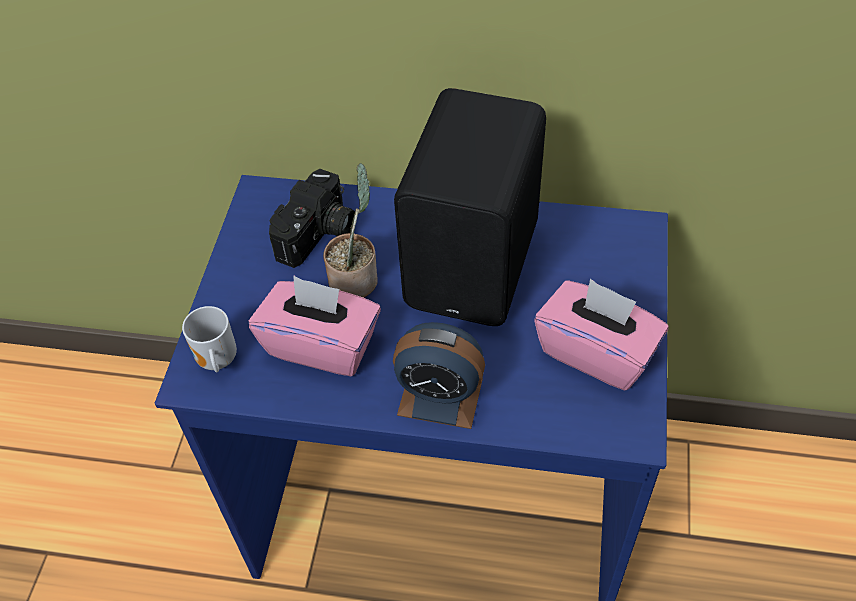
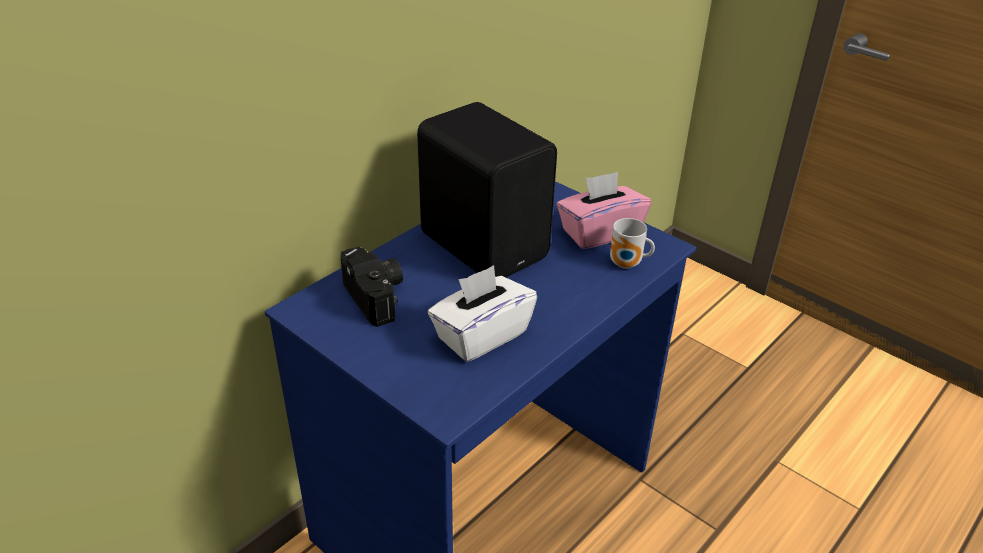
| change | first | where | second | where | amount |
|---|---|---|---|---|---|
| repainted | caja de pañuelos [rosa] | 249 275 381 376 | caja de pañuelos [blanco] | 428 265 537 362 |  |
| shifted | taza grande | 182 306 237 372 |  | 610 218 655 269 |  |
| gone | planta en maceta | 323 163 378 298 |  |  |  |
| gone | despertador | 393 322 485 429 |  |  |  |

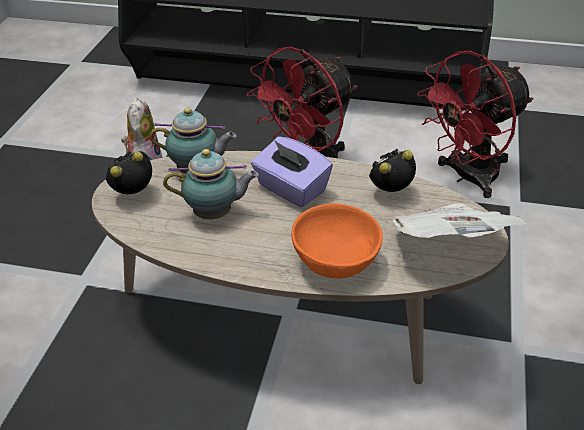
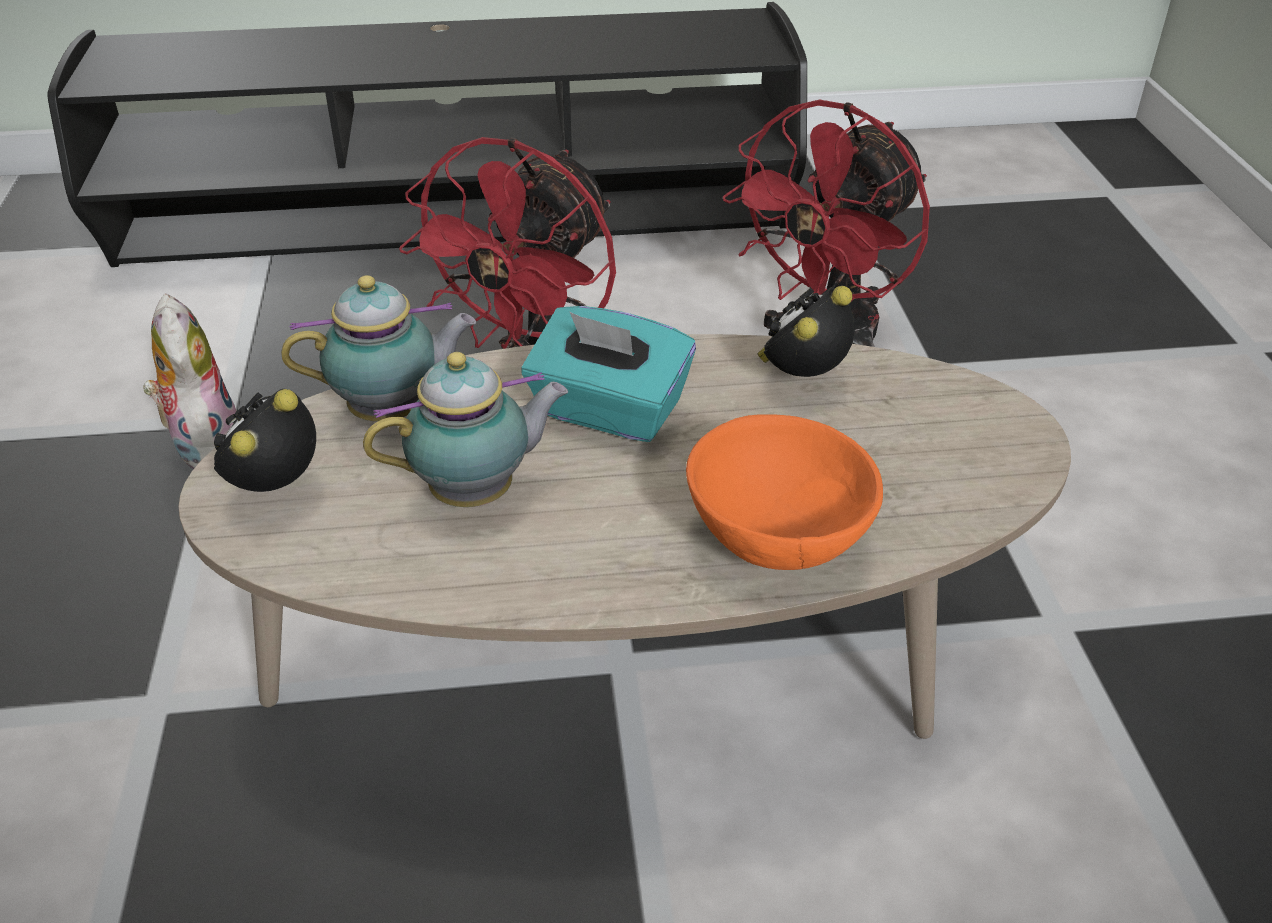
| change | first | where | second | where | amount |
|---|---|---|---|---|---|
| repainted | caja de pañuelos [morado] | 251 137 333 207 | caja de pañuelos [turquesa] | 521 306 696 442 |  |
| gone | periódico | 393 203 526 238 |  |  |  |

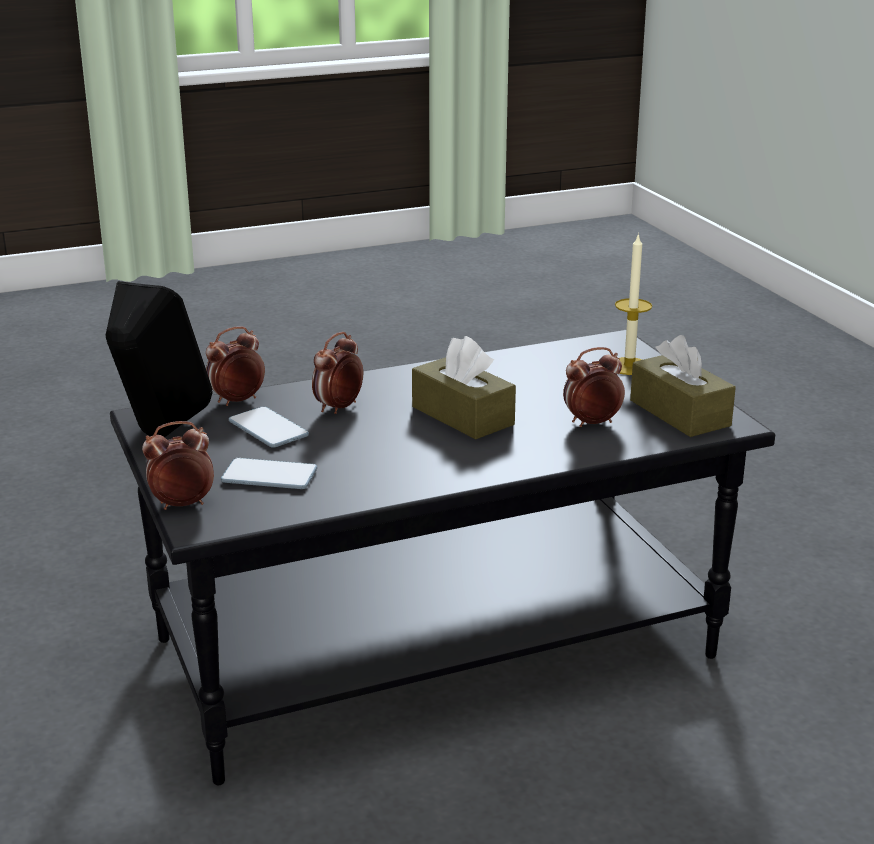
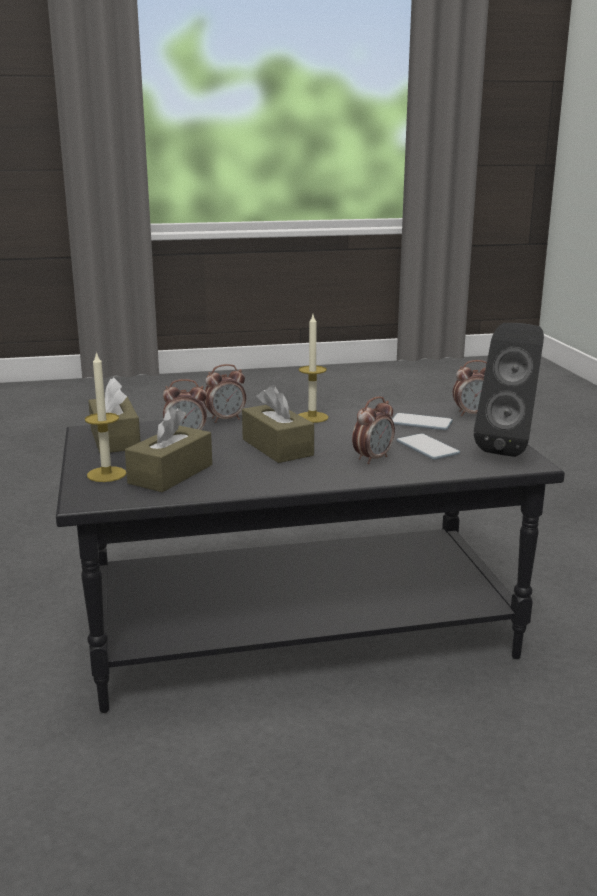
| change | first | where | second | where | amount |
|---|---|---|---|---|---|
| new |  |  | caja de pañuelos [marrón] | 125 407 212 492 |  |
| shifted | despertador | 206 326 265 406 |  | 204 364 246 423 |  |
| new |  |  | vela | 298 315 329 423 |  |

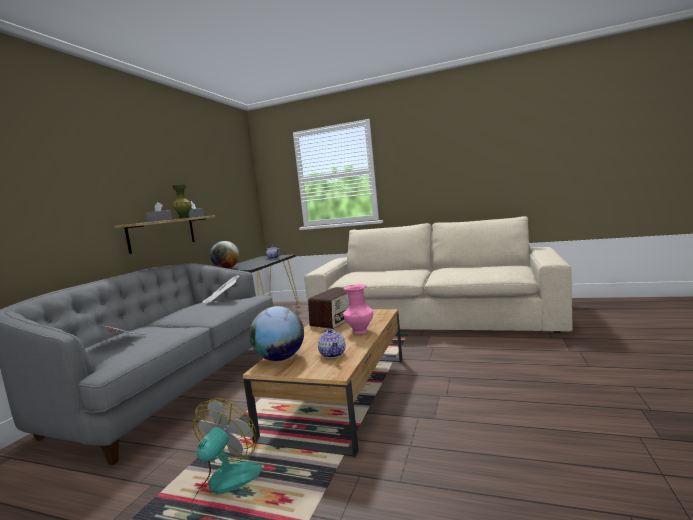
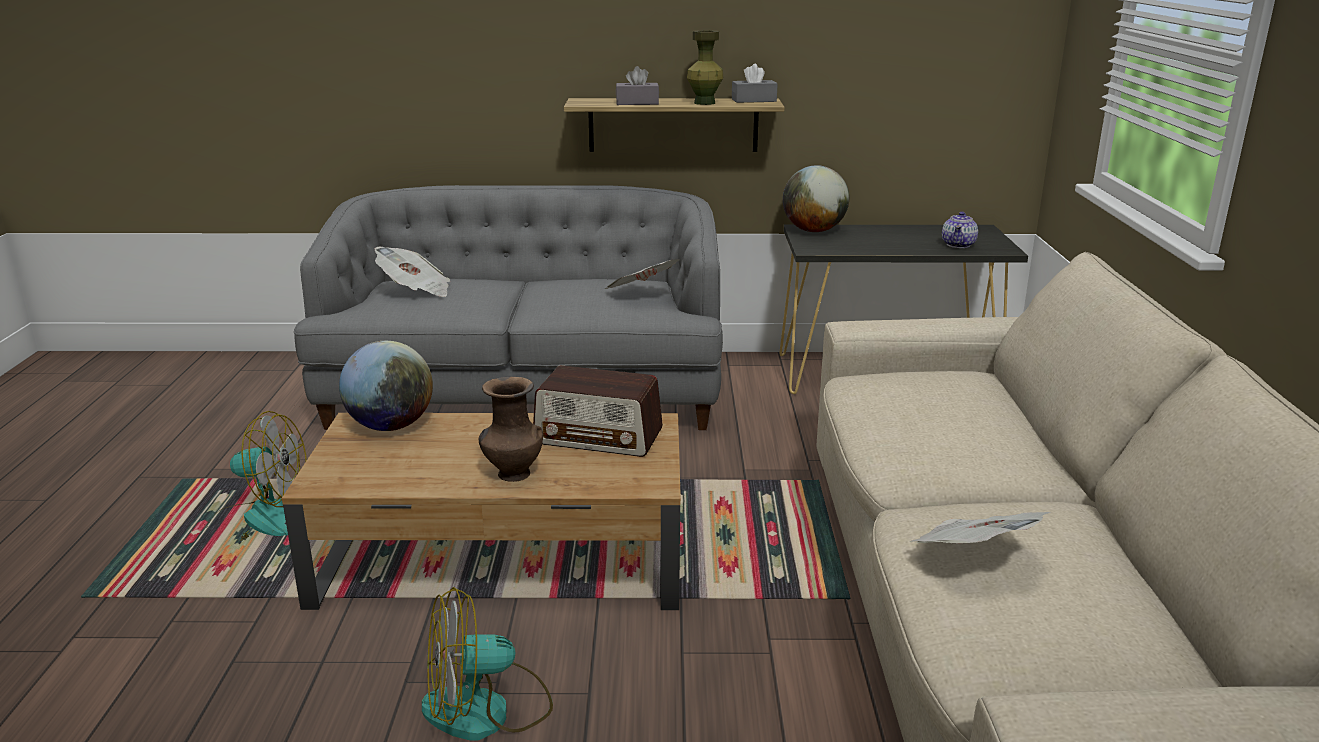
| change | first | where | second | where | amount |
|---|---|---|---|---|---|
| new |  |  | ventilador | 422 587 553 740 |  |
| repainted | florero [rosa] | 343 284 373 334 | florero [marrón] | 479 377 543 482 |  |
| new |  |  | periódico | 909 512 1051 543 |  |
| gone | tetera | 318 329 346 358 |  |  |  |

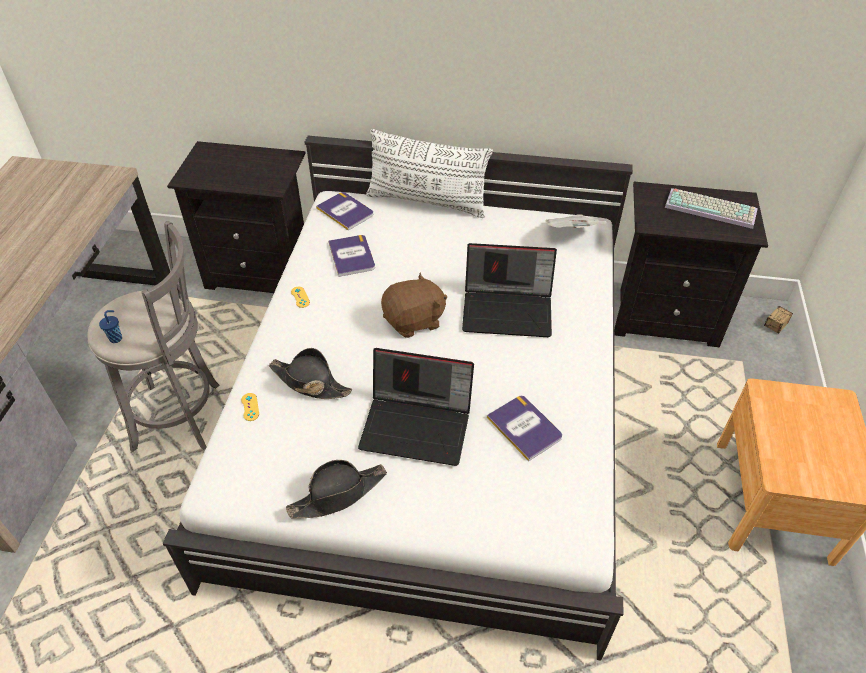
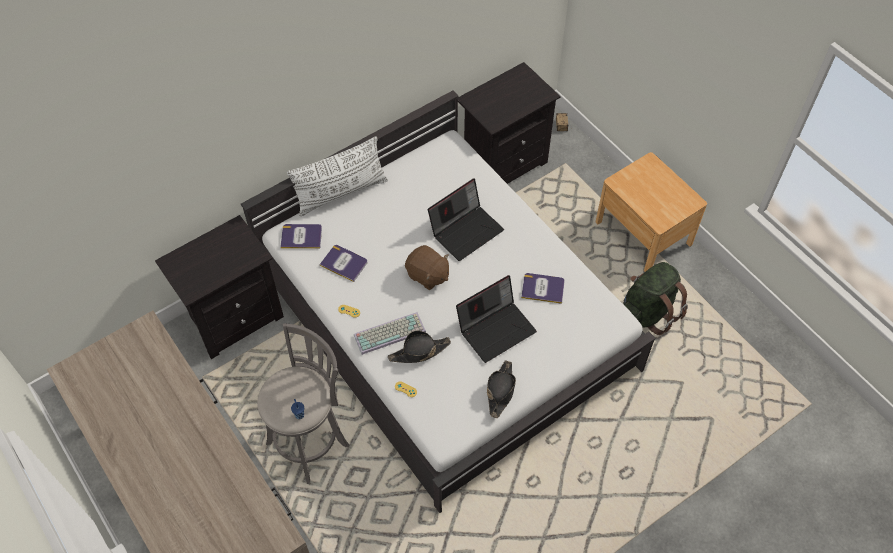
| change | first | where | second | where | amount |
|---|---|---|---|---|---|
| shifted | teclado | 665 188 758 229 |  | 354 312 426 355 |  |
| rotated | peluche [marrón] | 381 273 447 338 |  | 405 245 449 290 | 105 degrees clockwise |
| new |  |  | mochila [verde] | 623 262 688 335 |  |
| gone | periódico | 545 214 607 228 |  |  |  |

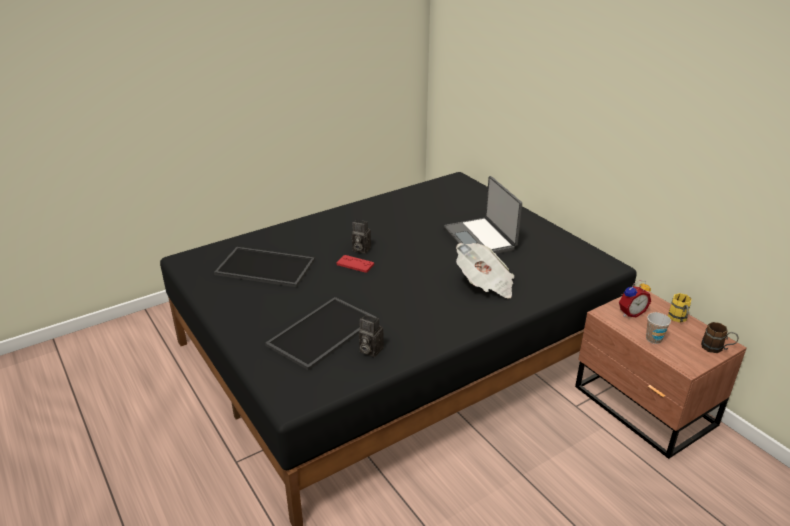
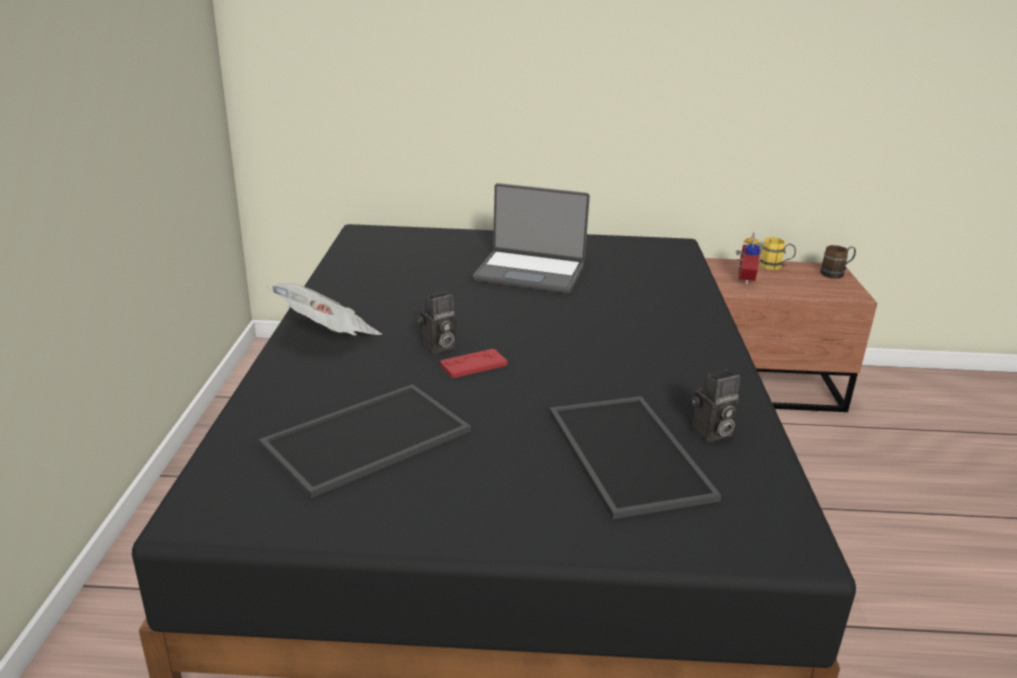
| change | first | where | second | where | amount |
|---|---|---|---|---|---|
| shifted | periódico | 456 243 514 299 |  | 267 283 382 336 |  |
| gone | taza | 646 312 671 344 |  |  |  |

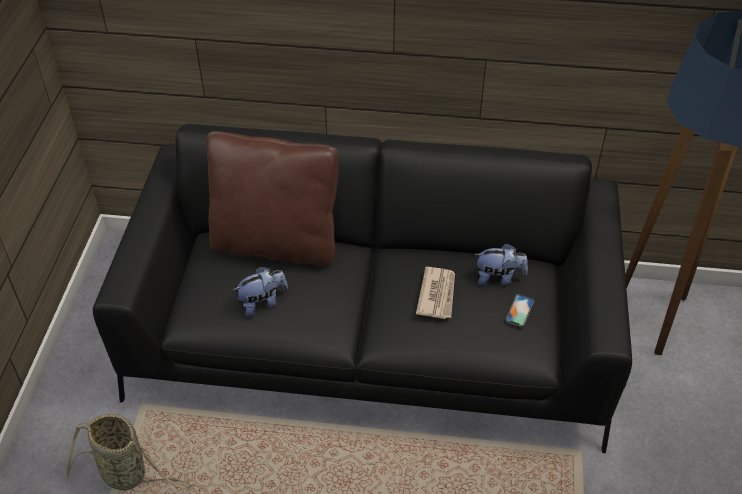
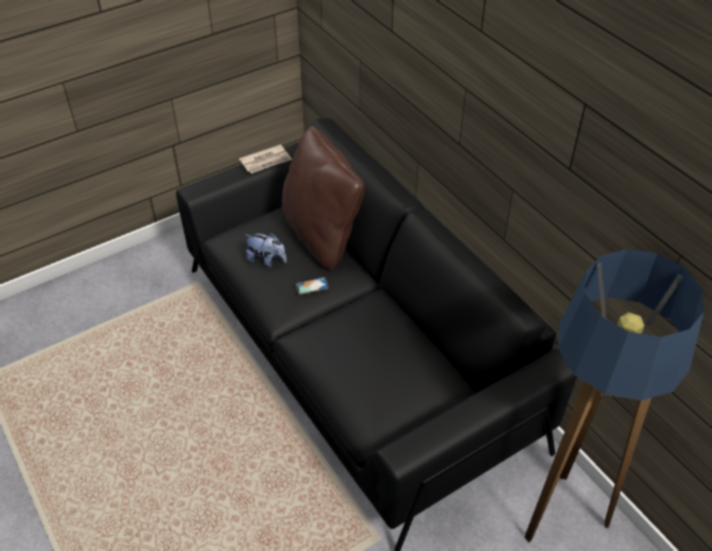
| change | first | where | second | where | amount |
|---|---|---|---|---|---|
| shifted | periódico | 416 267 455 319 |  | 239 145 292 174 |  |
| shifted | móvil | 505 294 534 327 |  | 295 277 329 295 |  |
| gone | cesta | 66 414 191 491 |  |  |  |
| gone | peluche | 474 243 528 286 |  |  |  |

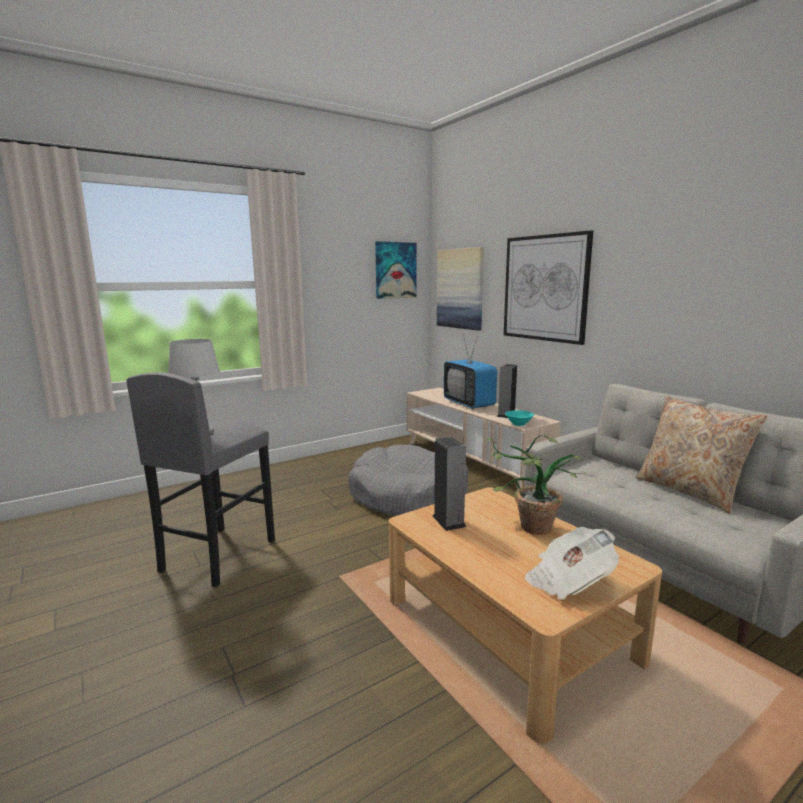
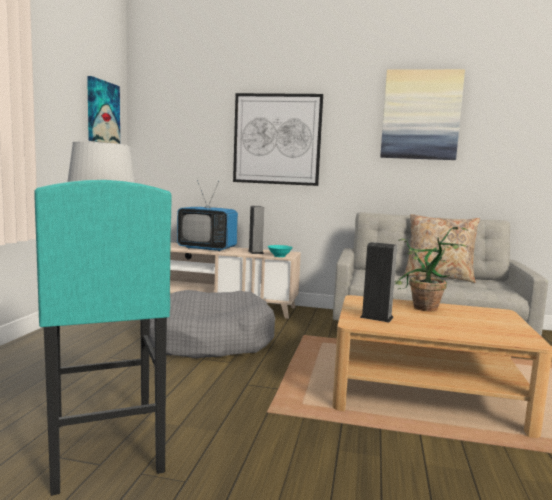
| change | first | where | second | where | amount |
|---|---|---|---|---|---|
| repainted | taburete [gris] | 126 372 275 588 | taburete [turquesa] | 34 180 171 496 |  |
| shifted | cuadro | 437 247 484 331 |  | 380 69 465 160 |  |
| gone | periódico | 525 527 619 600 |  |  |  |

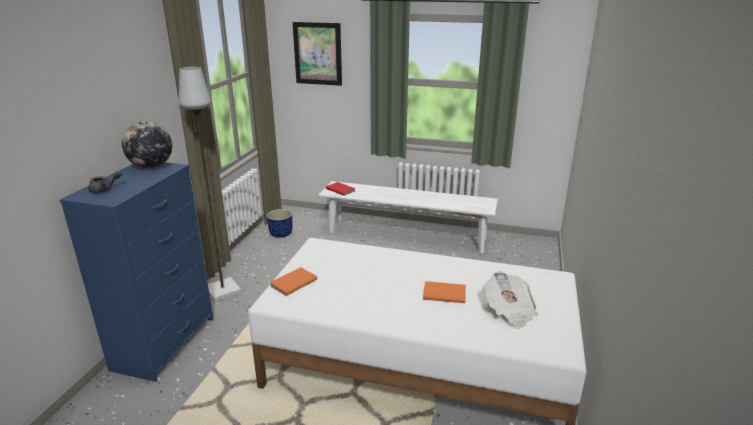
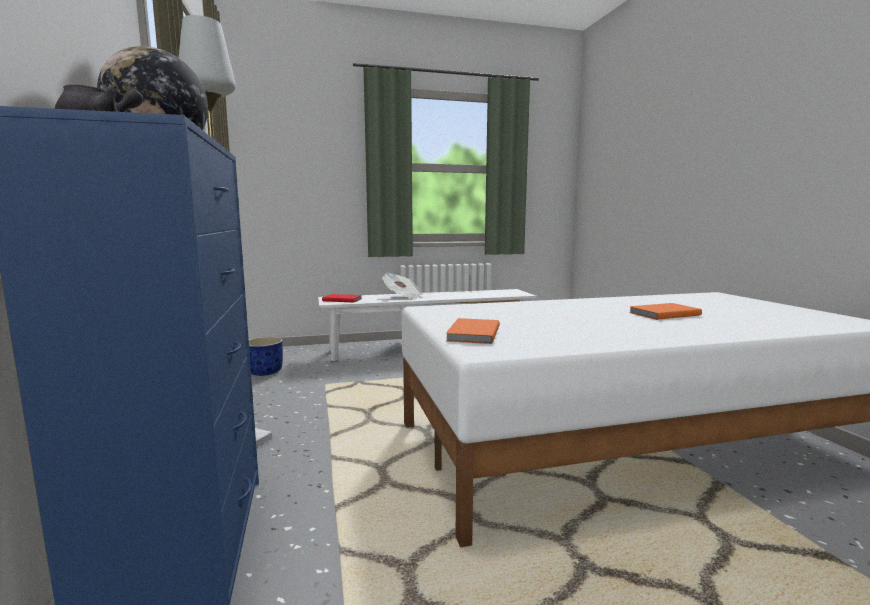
| change | first | where | second | where | amount |
|---|---|---|---|---|---|
| shifted | periódico | 485 271 538 329 |  | 382 273 422 300 |  |
| gone | cuadro | 293 22 342 86 |  |  |  |

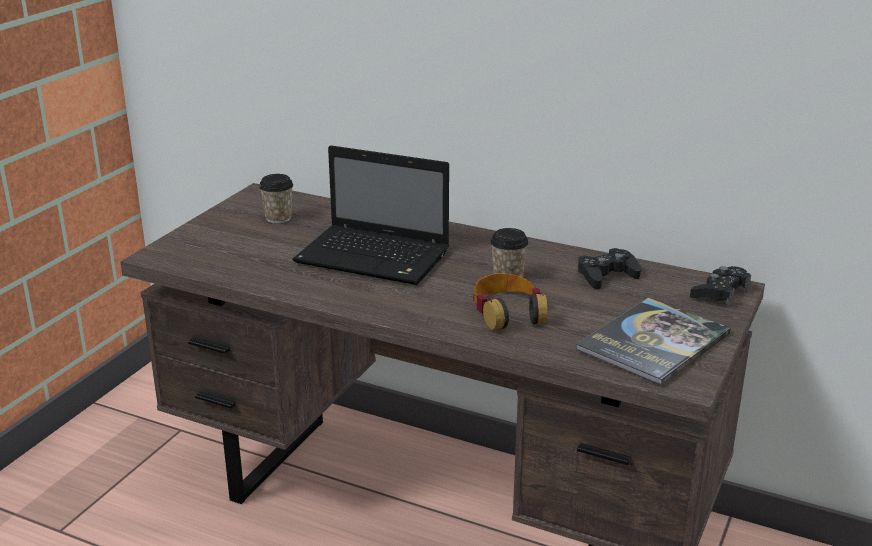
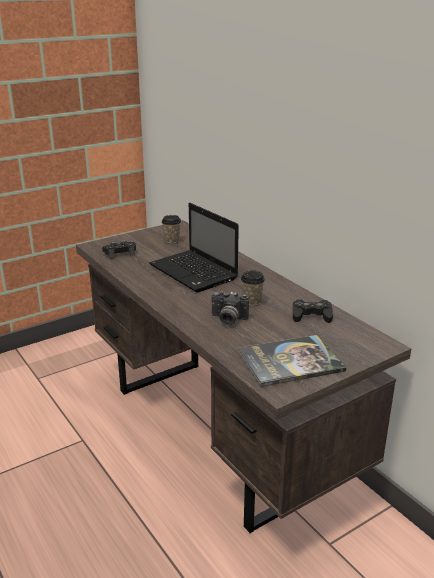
| change | first | where | second | where | amount |
|---|---|---|---|---|---|
| shifted | mando de consola [negro] | 690 266 751 308 |  | 102 240 136 259 |  |
| swapped | auriculares | 474 273 548 329 | cámara | 211 291 249 325 |  |

